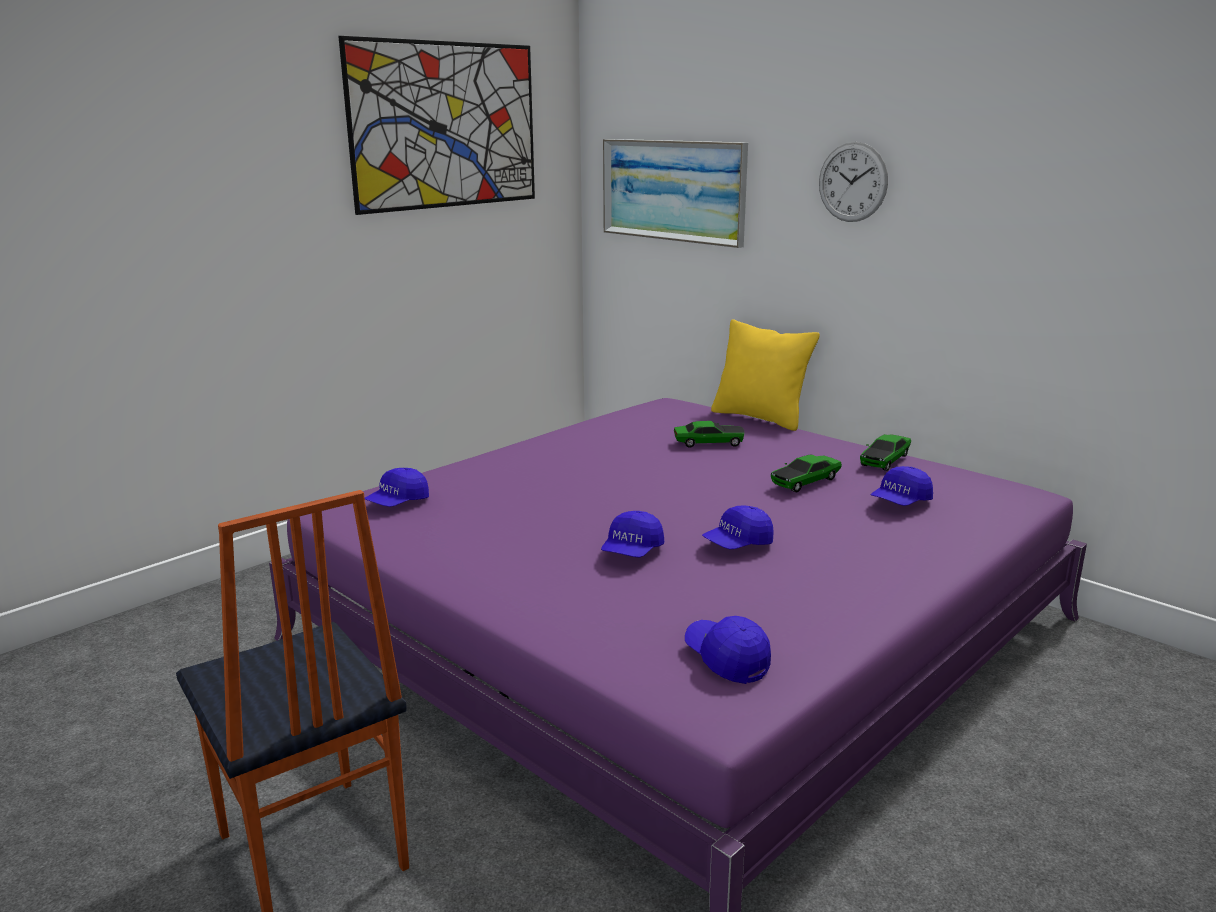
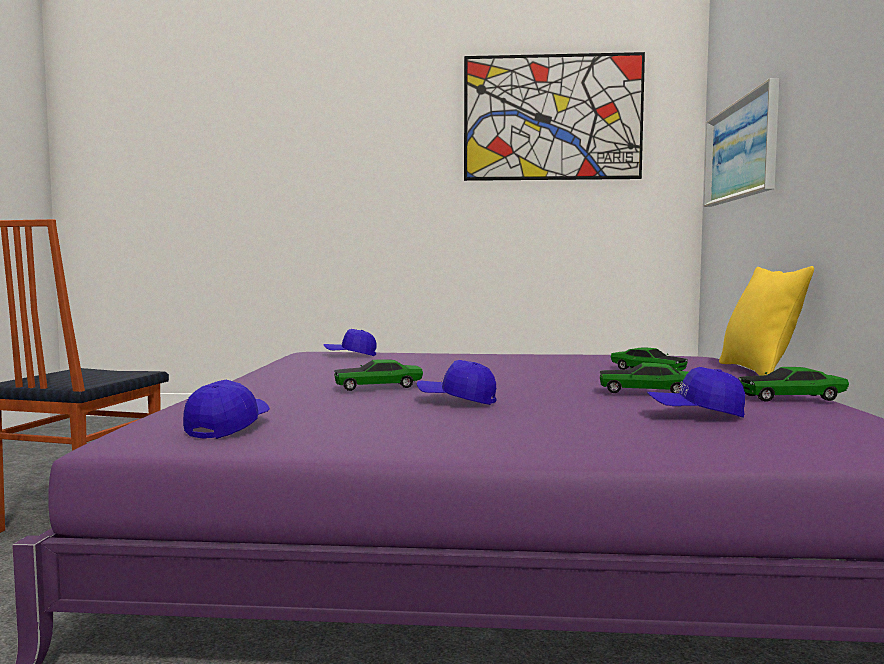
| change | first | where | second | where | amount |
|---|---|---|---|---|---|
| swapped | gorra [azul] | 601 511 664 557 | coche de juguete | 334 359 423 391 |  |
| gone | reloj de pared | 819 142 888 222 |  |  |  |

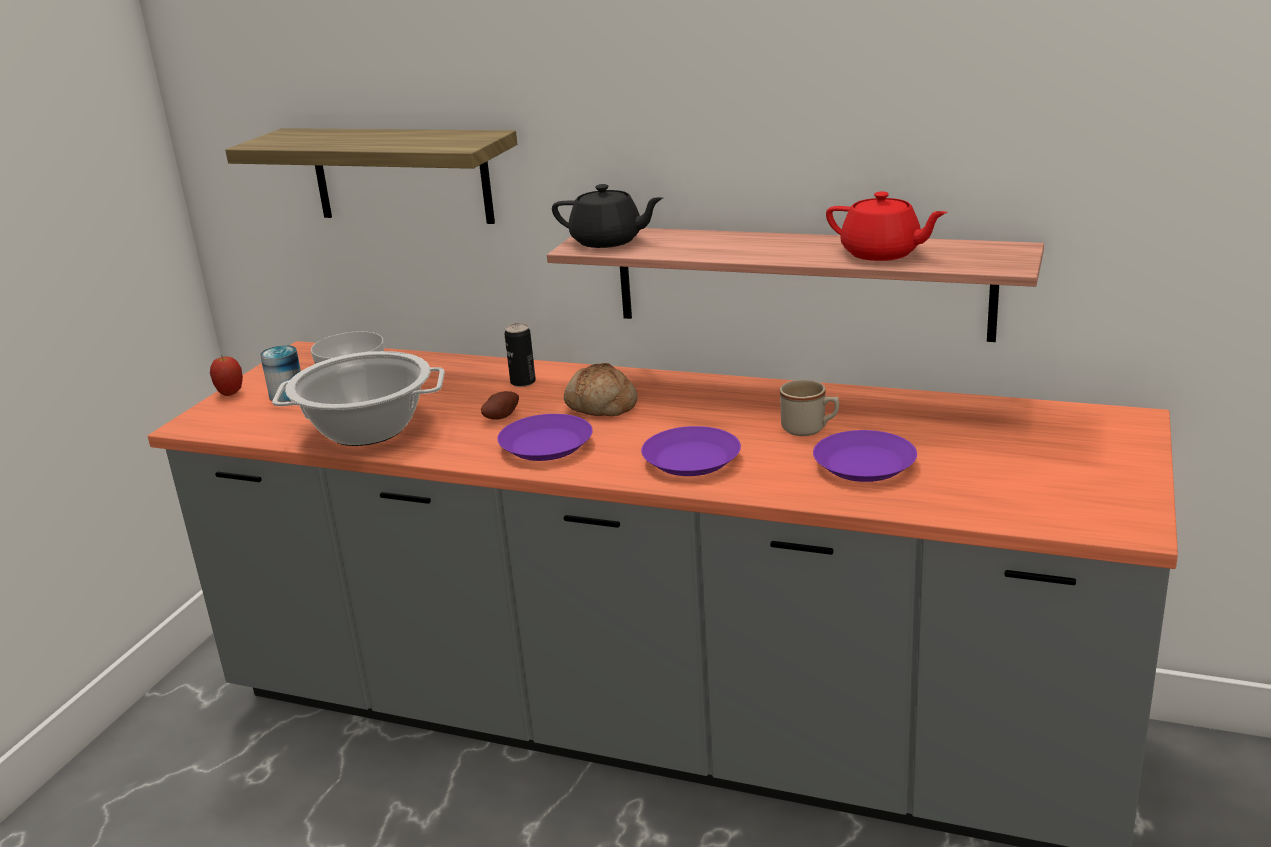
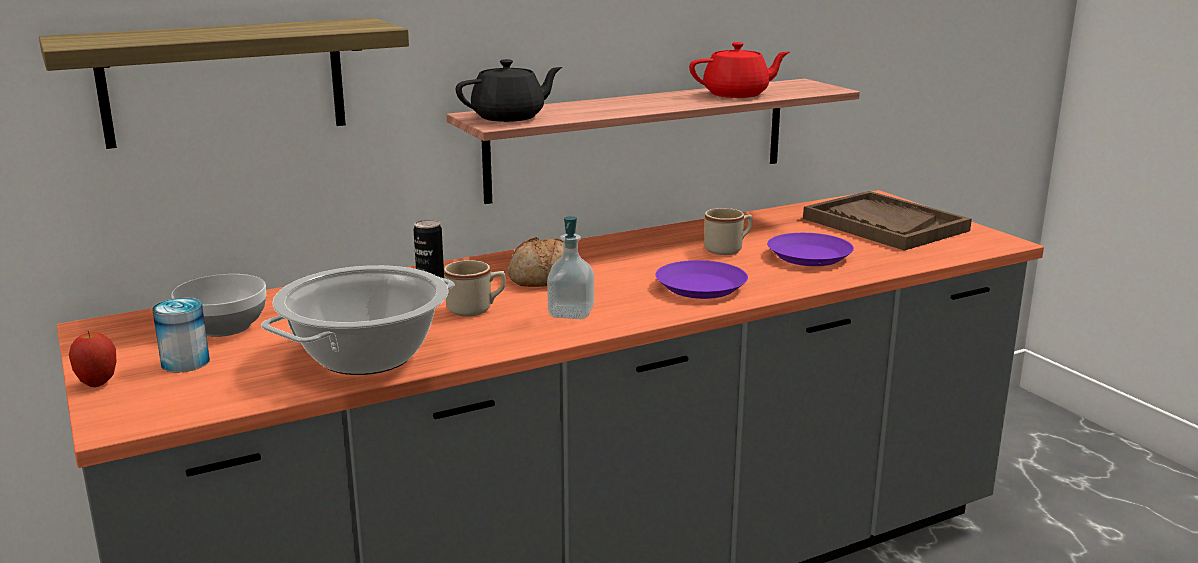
| change | first | where | second | where | amount |
|---|---|---|---|---|---|
| swapped | patata | 481 391 519 420 | taza grande [beis] | 444 260 506 316 |  |
| swapped | plato [morado] | 497 414 593 461 | dispensador de jabón | 547 216 594 319 |  |
| new |  |  | bandeja [marrón] | 803 191 972 251 |  |

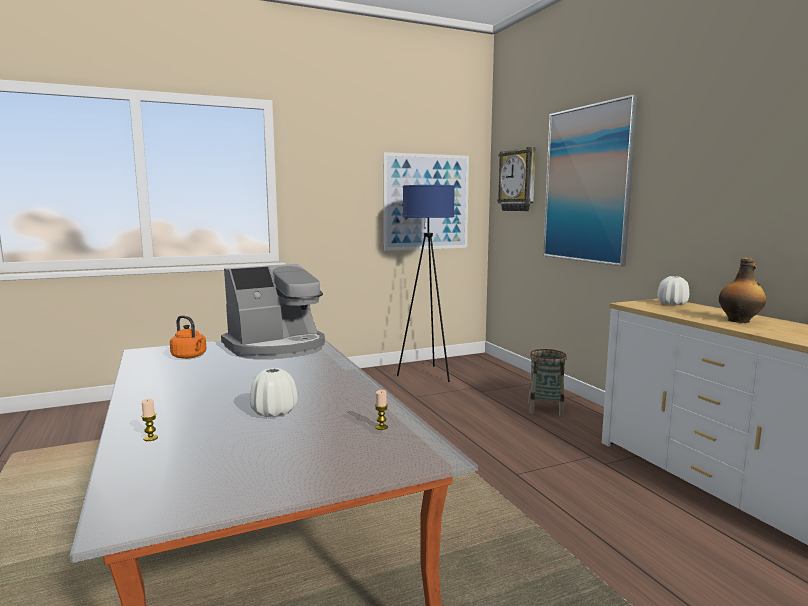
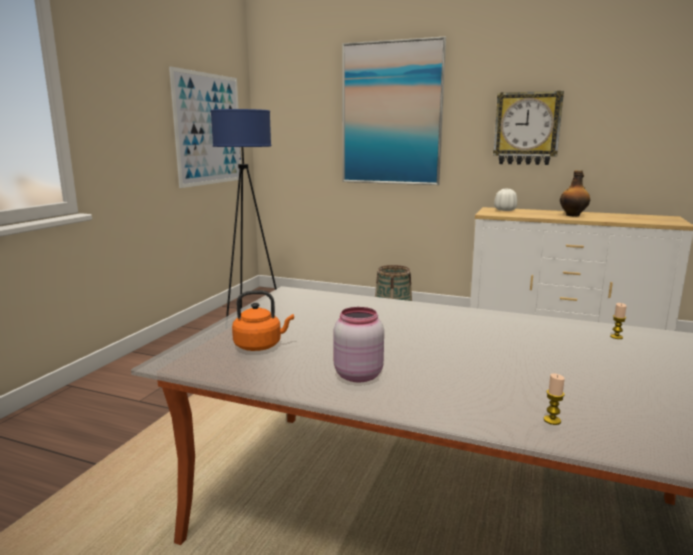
| change | first | where | second | where | amount |
|---|---|---|---|---|---|
| new |  |  | tarro [rosa] | 333 307 384 383 |  |
| shifted | reloj de pared | 497 147 536 211 |  | 493 91 564 165 |  |
| gone | cafetera | 221 264 325 359 |  |  |  |
| gone | florero [blanco] | 250 368 298 417 |  |  |  |

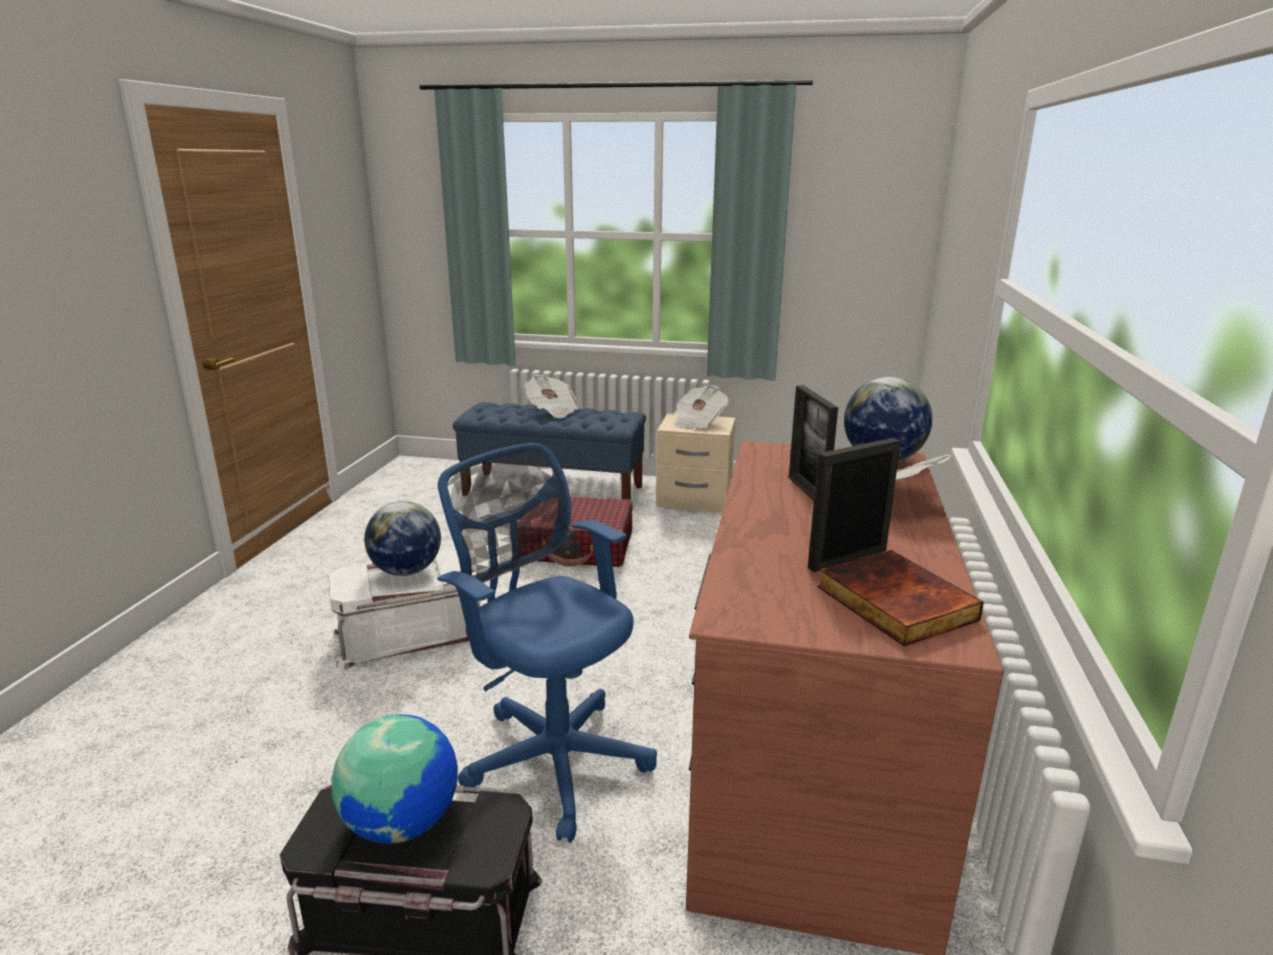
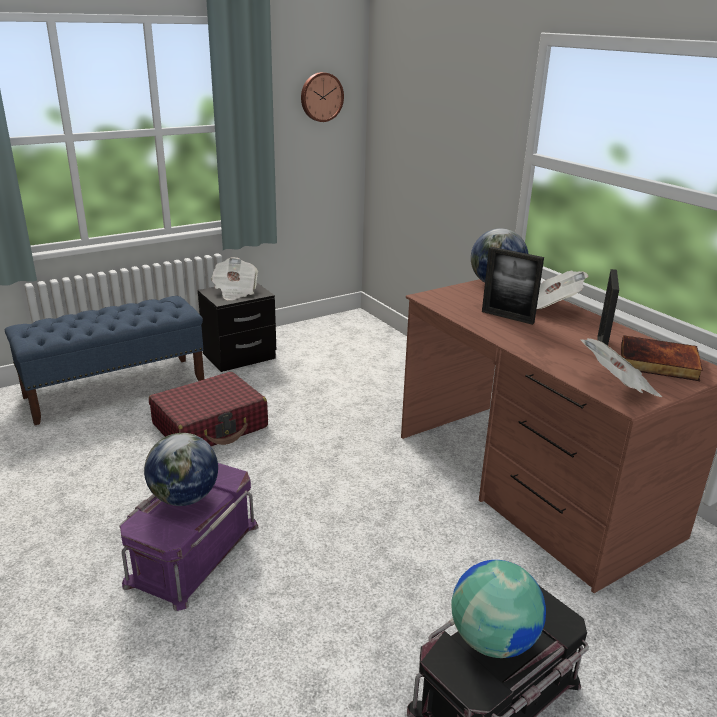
| change | first | where | second | where | amount |
|---|---|---|---|---|---|
| repainted | caja de almacenaje [blanco] | 329 550 480 669 | caja de almacenaje [morado] | 120 463 259 611 |  |
| repainted | mesita de noche [beis] | 656 413 735 513 | mesita de noche [negro] | 198 283 276 372 |  |
| new |  |  | reloj de pared | 301 72 344 122 |  |
| shifted | periódico | 524 375 579 418 |  | 580 338 663 397 |  |
| gone | silla de oficina [azul] | 437 443 657 843 |  |  |  |

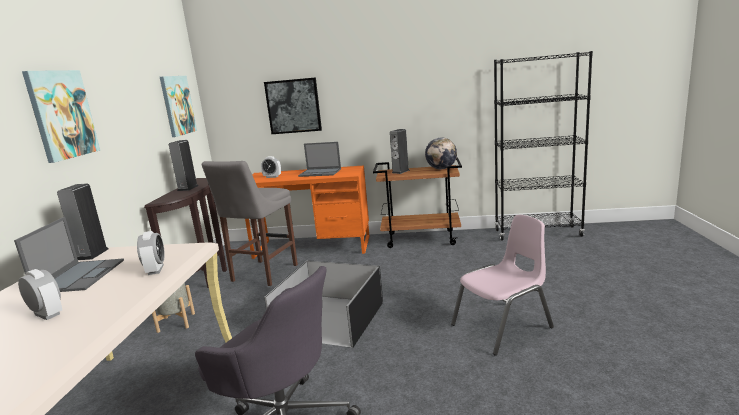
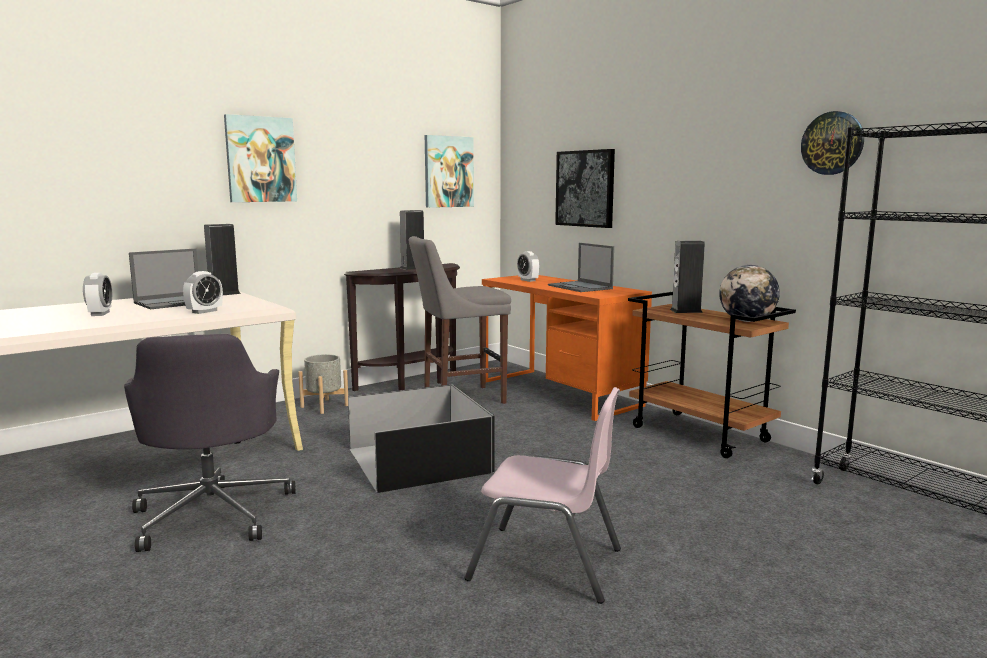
| change | first | where | second | where | amount |
|---|---|---|---|---|---|
| new |  |  | reloj de pared | 801 111 864 175 |  |

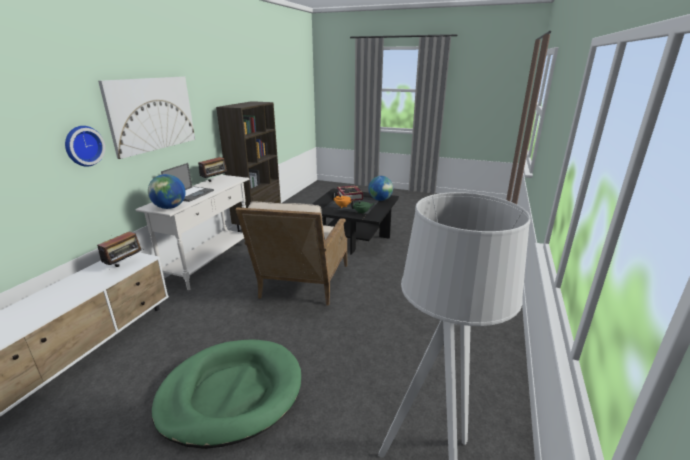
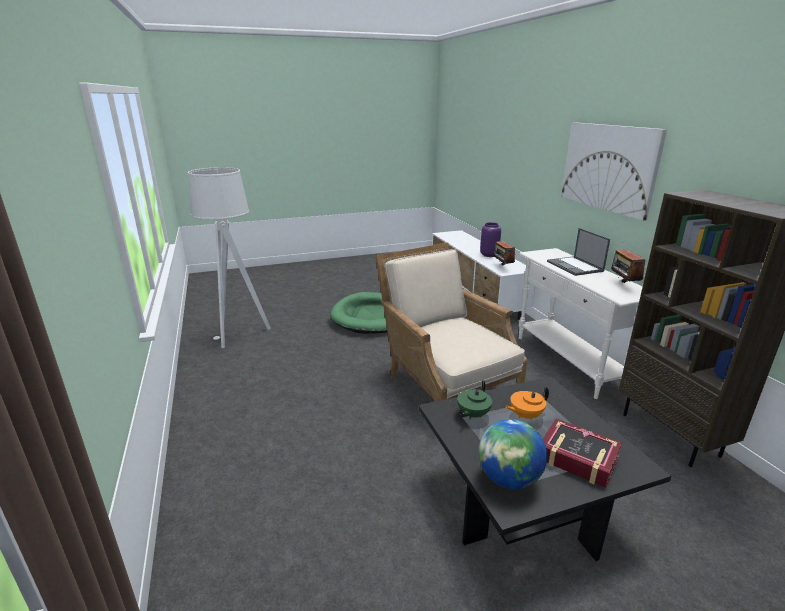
| change | first | where | second | where | amount |
|---|---|---|---|---|---|
| new |  |  | florero [morado] | 480 222 501 257 |  |
| gone | reloj de pared | 65 126 105 167 |  |  |  |
| gone | globo terráqueo | 148 174 186 209 |  |  |  |

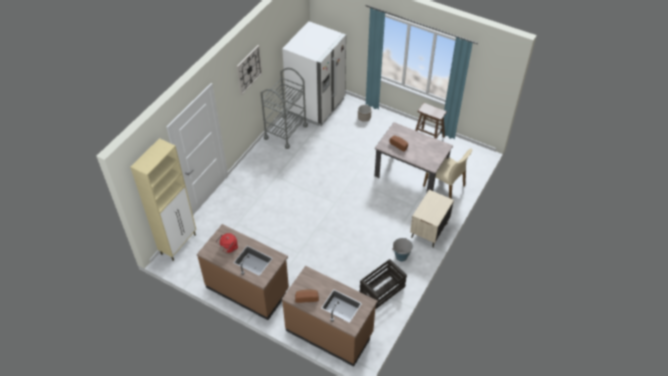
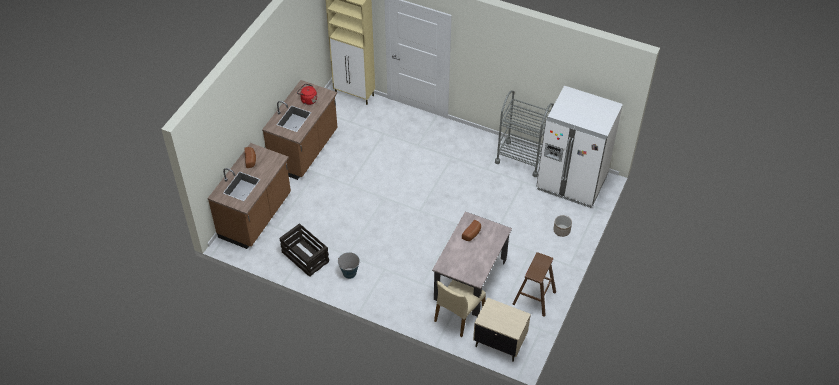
| change | first | where | second | where | amount |
|---|---|---|---|---|---|
| shifted | mesita de noche [beis] | 410 190 454 247 |  | 473 297 531 362 |  |
| gone | reloj de pared | 237 45 262 95 |  |  |  |

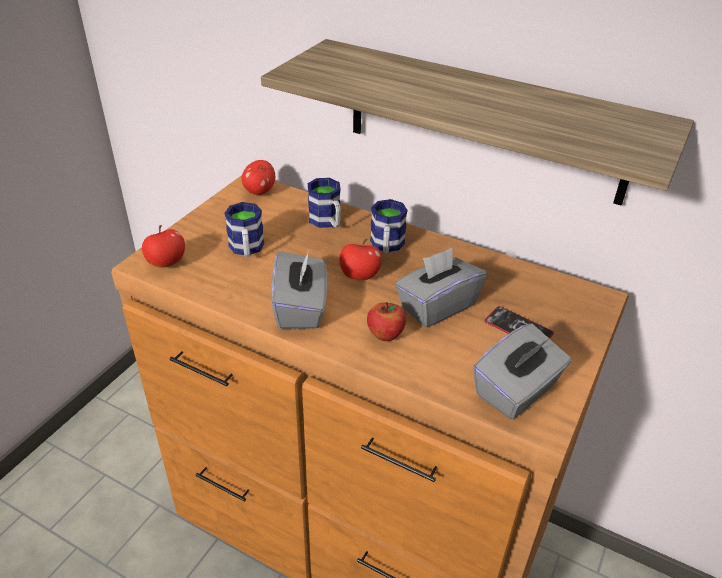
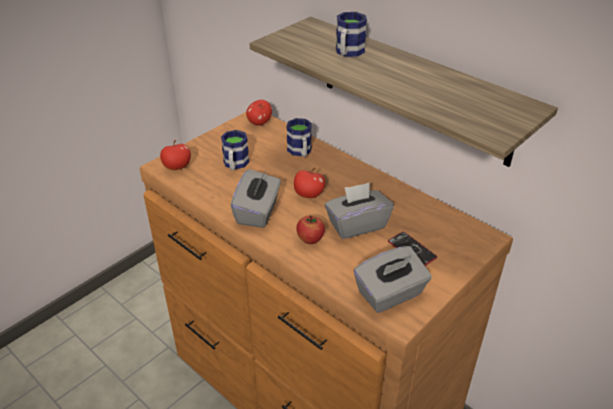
| change | first | where | second | where | amount |
|---|---|---|---|---|---|
| shifted | taza grande | 370 199 408 254 |  | 336 12 367 57 |  |

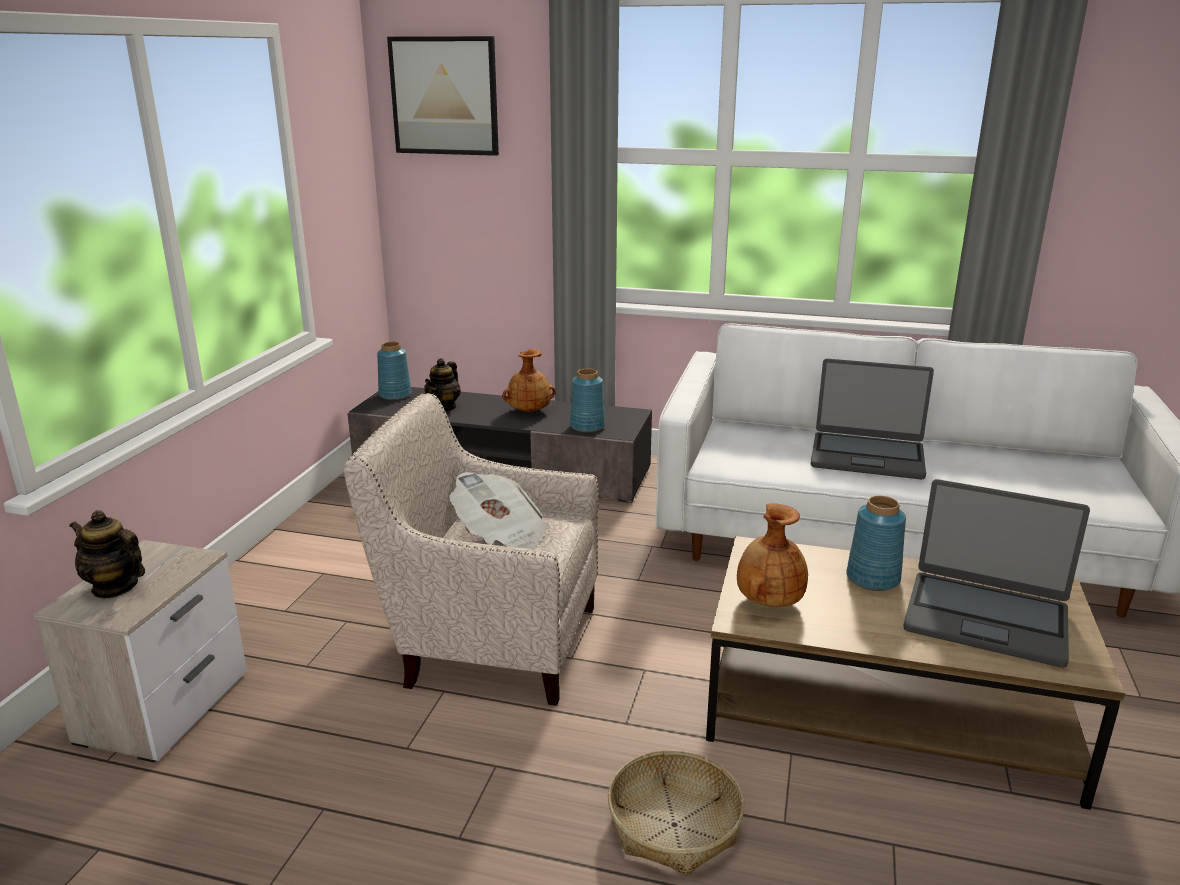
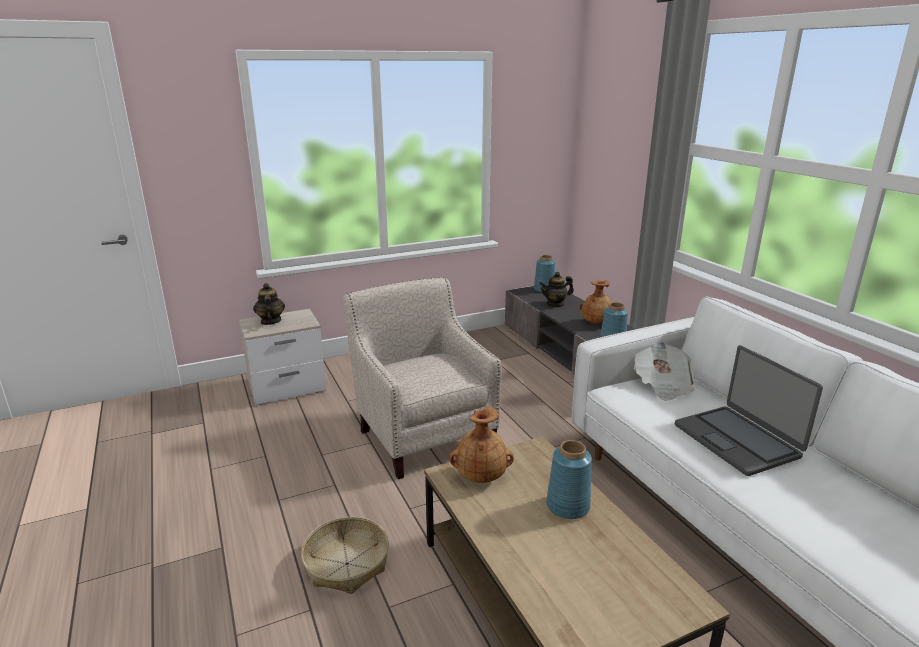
| change | first | where | second | where | amount |
|---|---|---|---|---|---|
| shifted | periódico | 449 472 549 549 |  | 634 342 694 401 |  |
| gone | cuadro | 387 36 499 156 |  |  |  |
| gone | portátil | 903 479 1090 668 |  |  |  |

